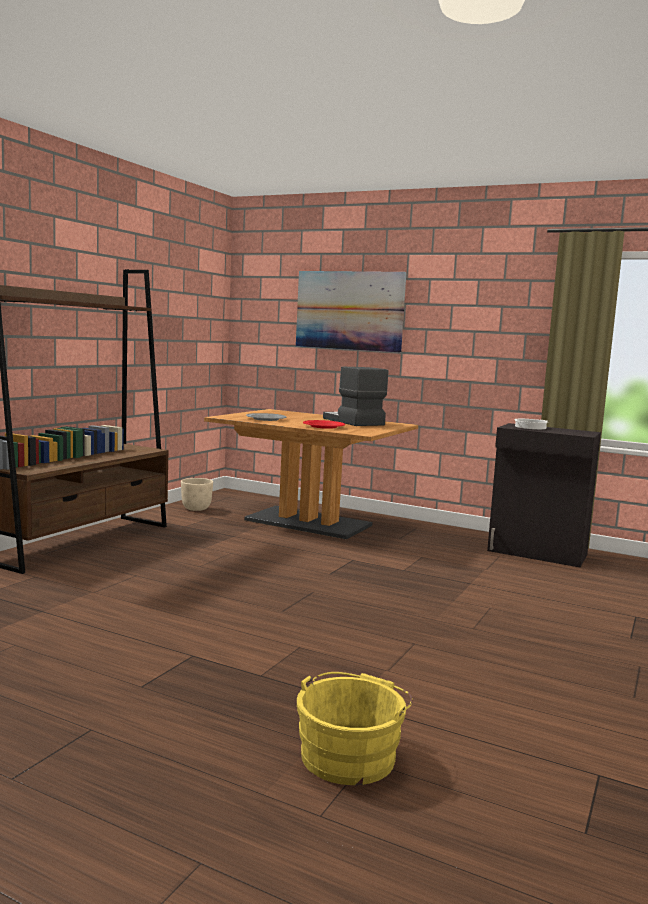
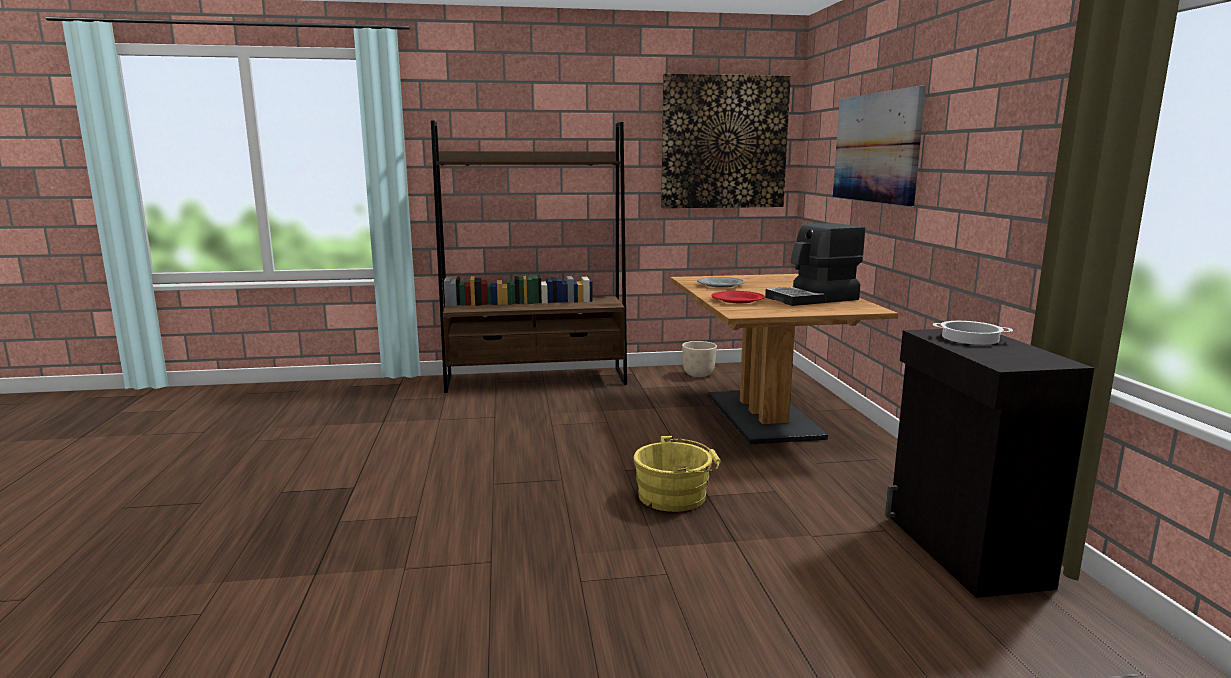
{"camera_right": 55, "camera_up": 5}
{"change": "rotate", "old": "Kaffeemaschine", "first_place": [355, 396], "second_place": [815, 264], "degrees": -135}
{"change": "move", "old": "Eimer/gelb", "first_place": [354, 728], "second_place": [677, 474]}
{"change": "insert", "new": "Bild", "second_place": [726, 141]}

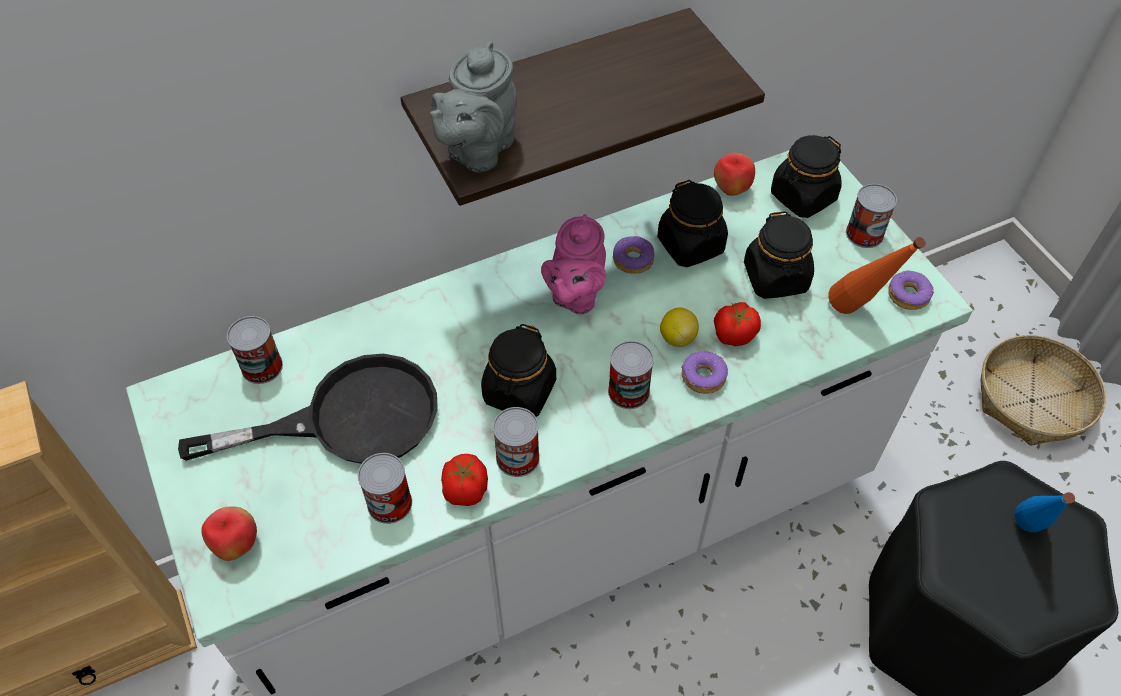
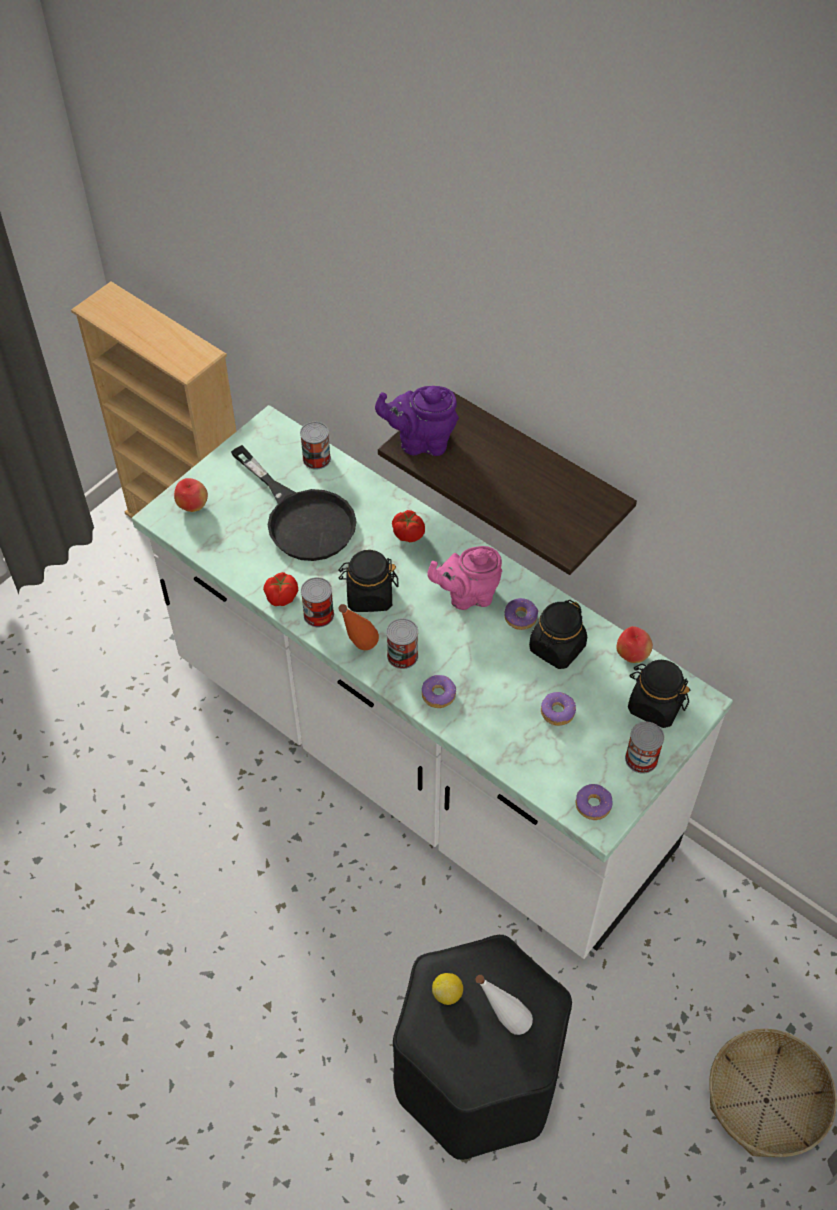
{"camera_right": 65, "camera_up": 0}
{"change": "recolor", "old": "Teekanne/grau", "new": "Teekanne/lila", "first_place": [473, 106], "second_place": [417, 421]}
{"change": "replace", "old": "Vorratsglas/schwarz", "new": "Donut", "first_place": [779, 255], "second_place": [558, 709]}
{"change": "move", "old": "Flasche/orange", "first_place": [877, 275], "second_place": [358, 627]}
{"change": "move", "old": "Tomate", "first_place": [737, 324], "second_place": [408, 526]}
{"change": "move", "old": "Zitrone", "first_place": [679, 327], "second_place": [447, 989]}
{"change": "delete", "old": "Dose", "first_place": [385, 488]}
{"change": "recolor", "old": "Flasche/blau", "new": "Flasche/weiß", "first_place": [1044, 512], "second_place": [504, 1005]}

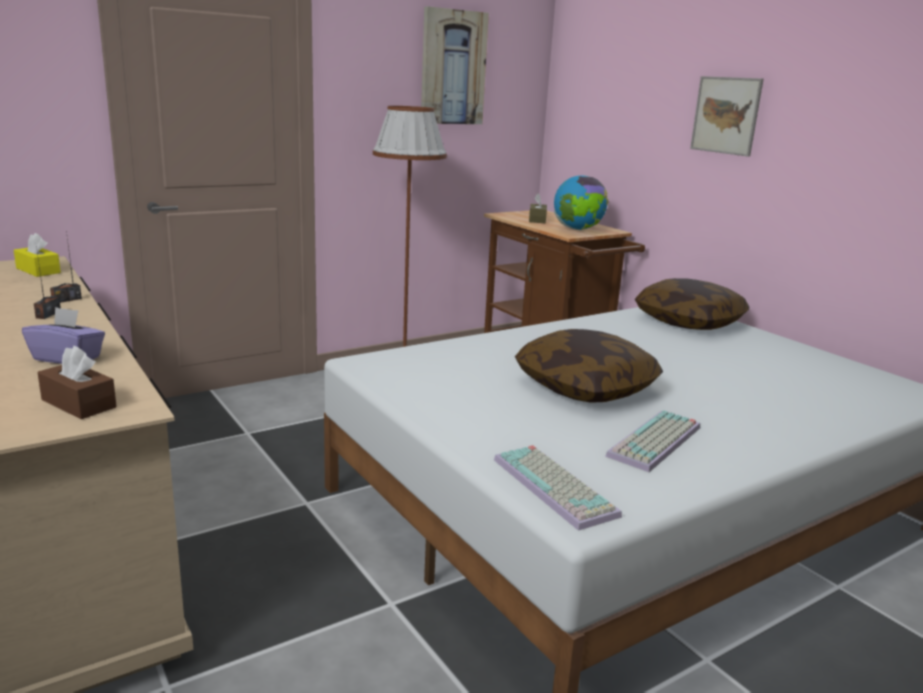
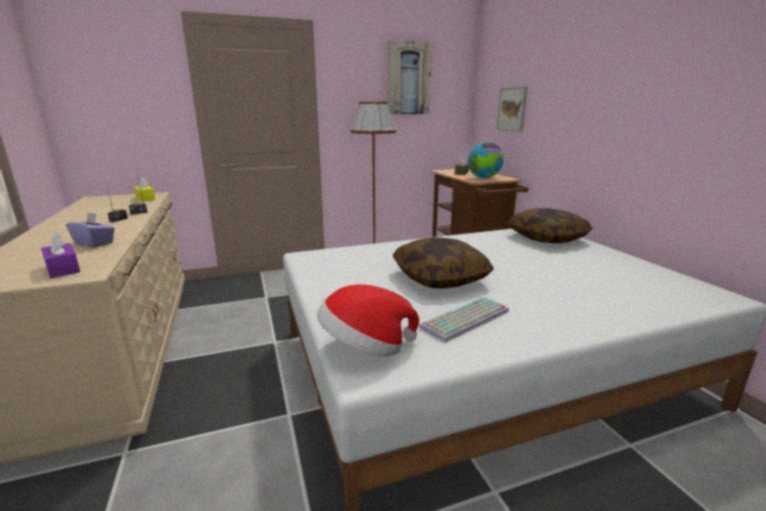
{"camera_right": 15, "camera_up": 0}
{"change": "move", "old": "Bild", "first_place": [727, 116], "second_place": [512, 109]}
{"change": "recolor", "old": "Taschentuchbox/braun", "new": "Taschentuchbox/lila", "first_place": [77, 382], "second_place": [60, 255]}
{"change": "replace", "old": "Tastatur", "new": "Hut", "first_place": [558, 488], "second_place": [368, 320]}

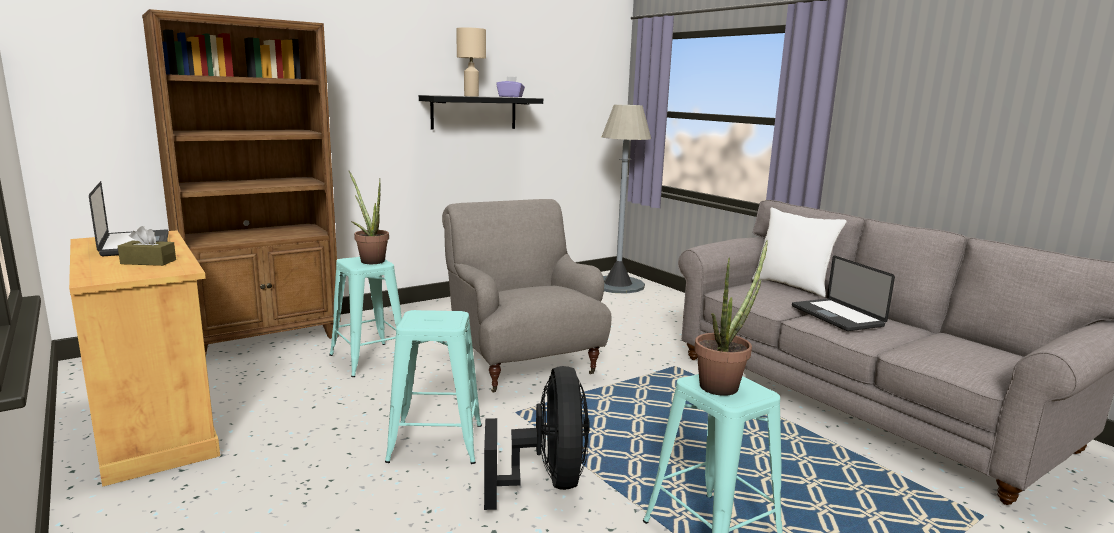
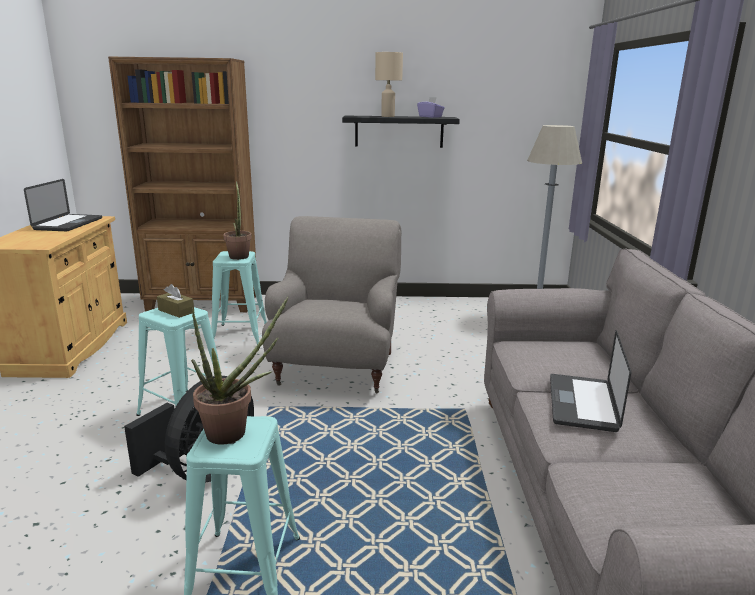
{"camera_right": 35, "camera_up": 5}
{"change": "delete", "old": "Kissen/weiß", "first_place": [799, 252]}
{"change": "move", "old": "Taschentuchbox/braun", "first_place": [147, 246], "second_place": [175, 301]}

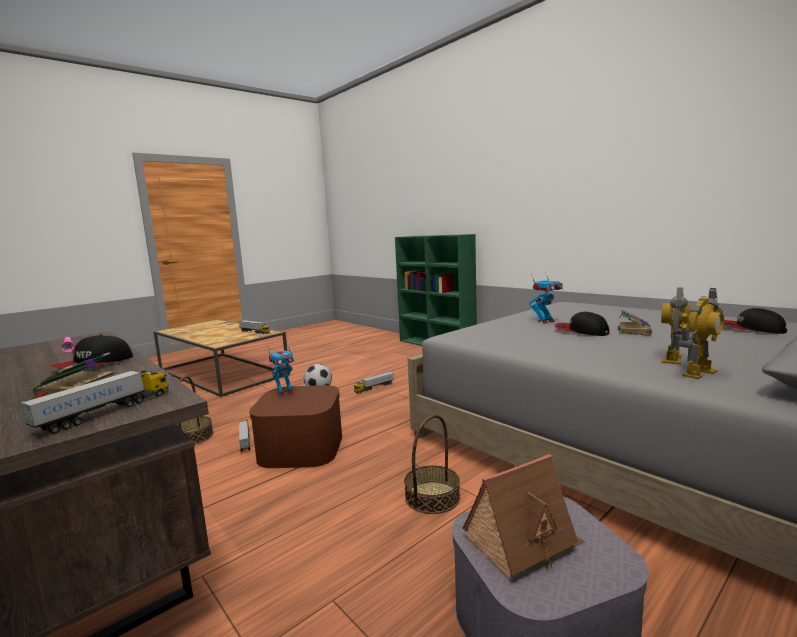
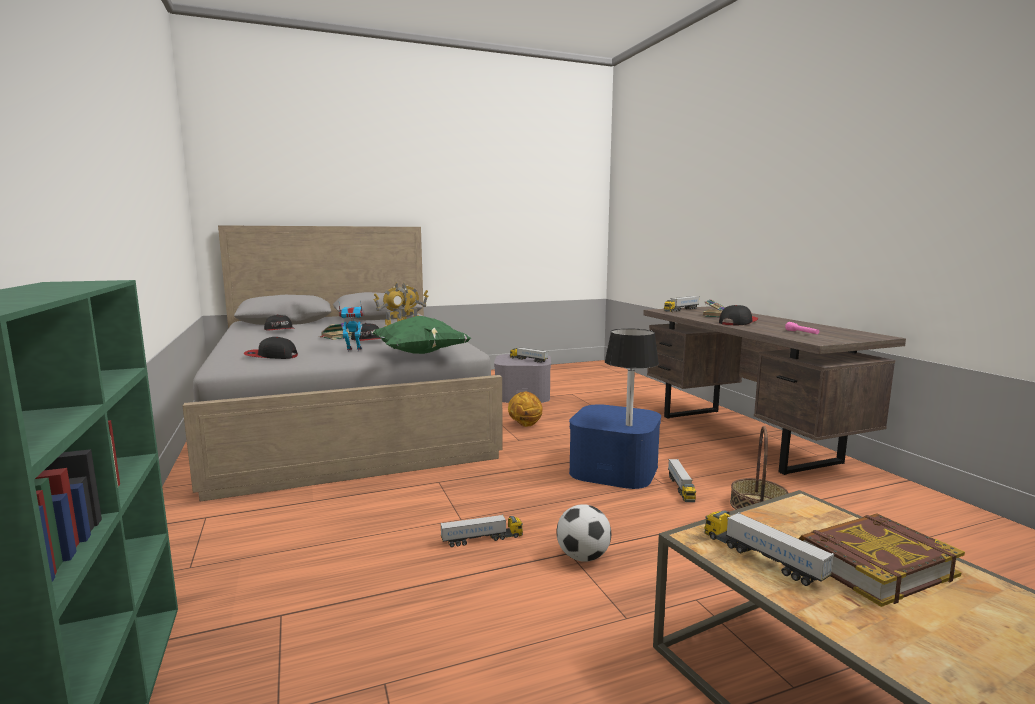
{"camera_right": -160, "camera_up": 0}
{"change": "replace", "old": "Spielzeugroboter", "new": "Tischlampe/schwarz", "first_place": [281, 369], "second_place": [632, 377]}
{"change": "recolor", "old": "Aufbewahrungsbox/braun", "new": "Aufbewahrungsbox/blau", "first_place": [295, 426], "second_place": [615, 446]}
{"change": "replace", "old": "Korb", "new": "Basketball", "first_place": [432, 464], "second_place": [525, 409]}
{"change": "replace", "old": "Spielzeughaus", "new": "Spielzeuglaster", "first_place": [523, 517], "second_place": [529, 355]}
{"change": "insert", "new": "Kissen/grün", "second_place": [421, 335]}
{"change": "insert", "new": "Kappe", "second_place": [270, 348]}
{"change": "insert", "new": "Buch", "second_place": [881, 560]}

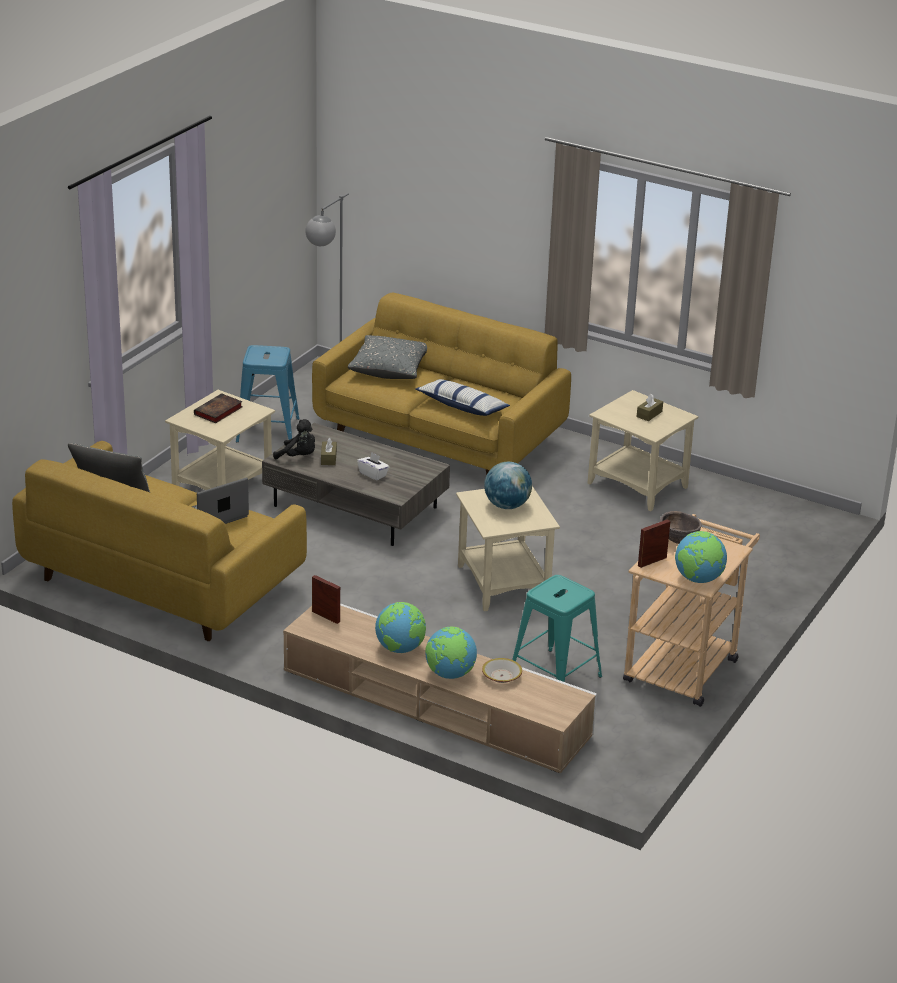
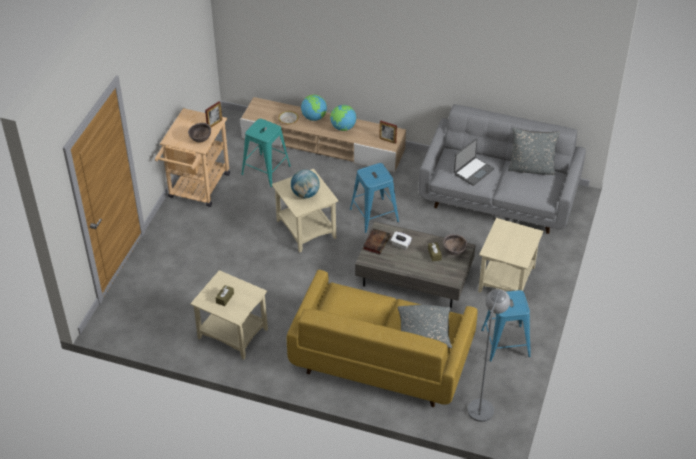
{"camera_right": 170, "camera_up": 15}
{"change": "delete", "old": "Kissen", "first_place": [462, 397]}
{"change": "move", "old": "Buch", "first_place": [218, 408], "second_place": [377, 241]}
{"change": "replace", "old": "Plüschtier/schwarz", "new": "Schüssel/braun", "first_place": [294, 439], "second_place": [455, 244]}
{"change": "recolor", "old": "Sofa/gelb", "new": "Sofa/grau", "first_place": [159, 541], "second_place": [502, 169]}
{"change": "delete", "old": "Globus", "first_place": [701, 557]}
{"change": "insert", "new": "Hocker/blau", "second_place": [374, 198]}

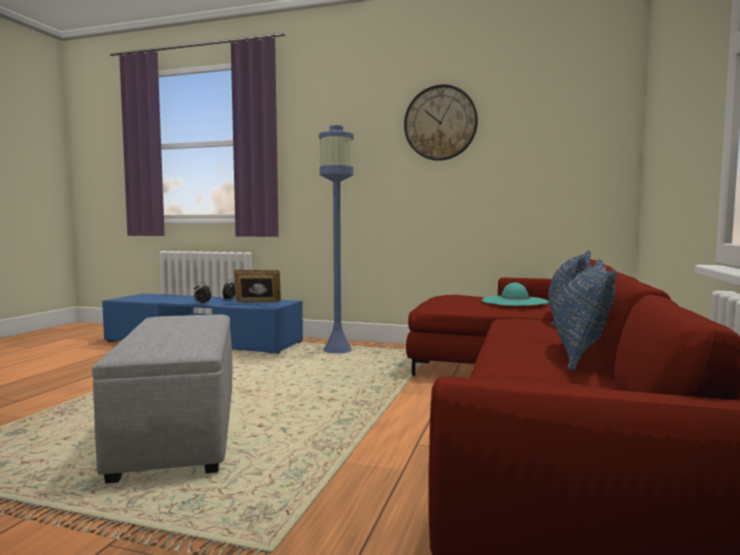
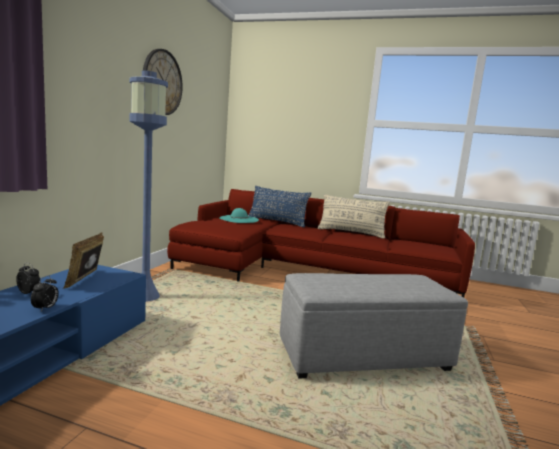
{"camera_right": -90, "camera_up": 5}
{"change": "recolor", "old": "Kissen/blau", "new": "Kissen/beige", "first_place": [586, 315], "second_place": [354, 216]}

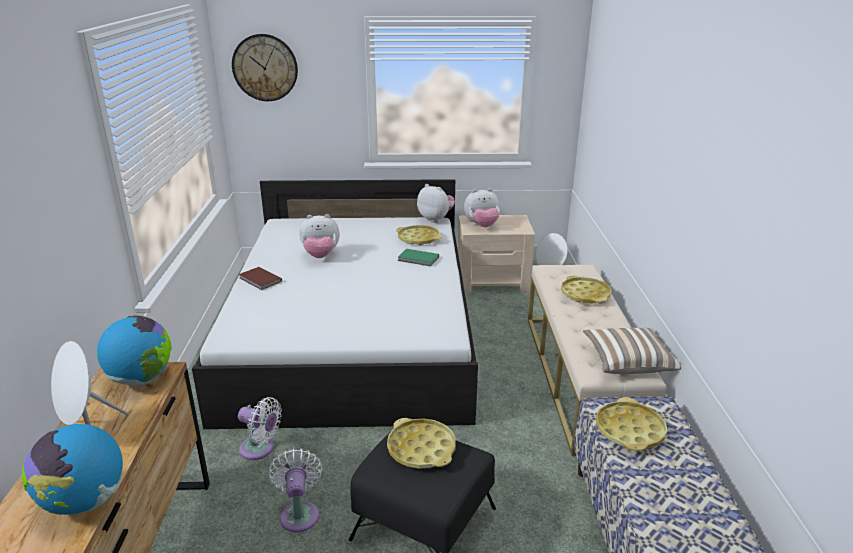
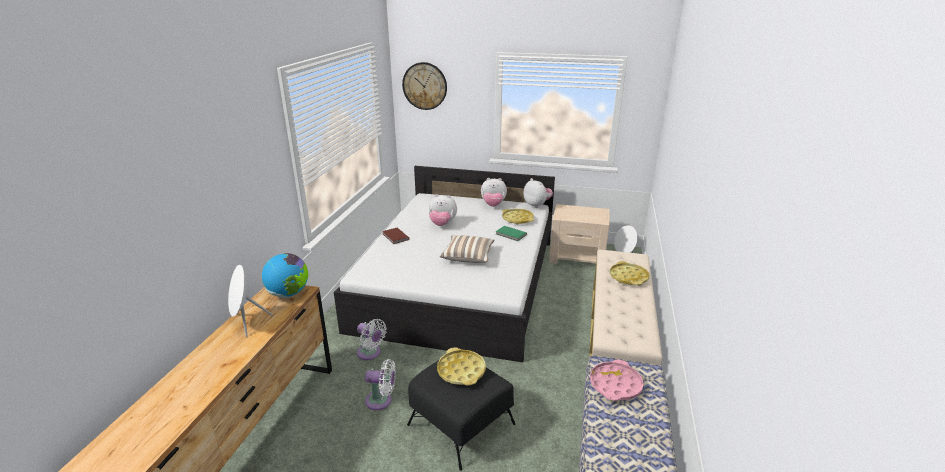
{"camera_right": 15, "camera_up": 0}
{"change": "move", "old": "Plüschtier", "first_place": [482, 207], "second_place": [494, 192]}
{"change": "move", "old": "Kissen", "first_place": [632, 351], "second_place": [467, 249]}
{"change": "recolor", "old": "Tablett/gelb", "new": "Tablett/rosa", "first_place": [631, 424], "second_place": [617, 380]}
{"change": "delete", "old": "Globus", "first_place": [72, 469]}
{"change": "rotate", "old": "Ventilator/weiß", "first_place": [295, 491], "second_place": [380, 384], "degrees": 90}

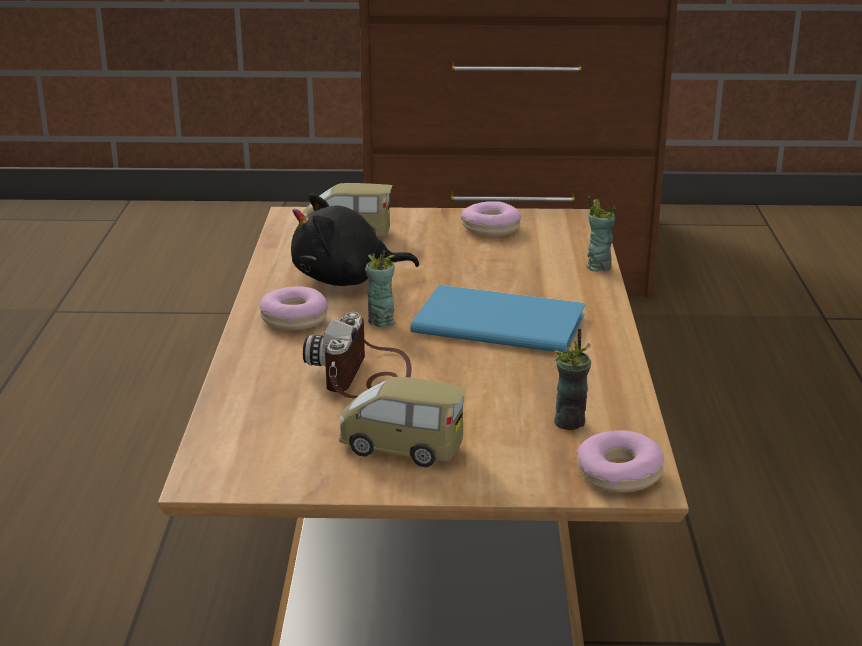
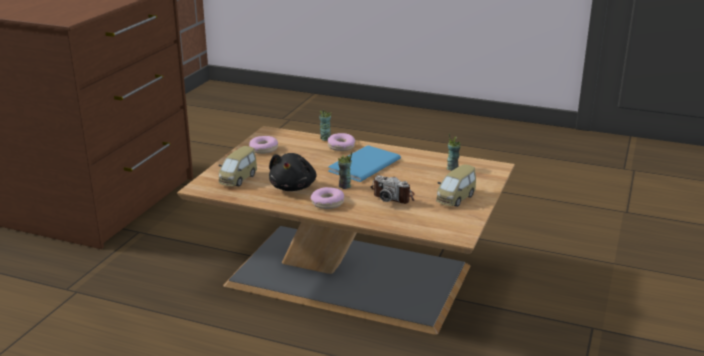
{"camera_right": -70, "camera_up": 0}
{"change": "move", "old": "Donut", "first_place": [620, 461], "second_place": [341, 142]}

